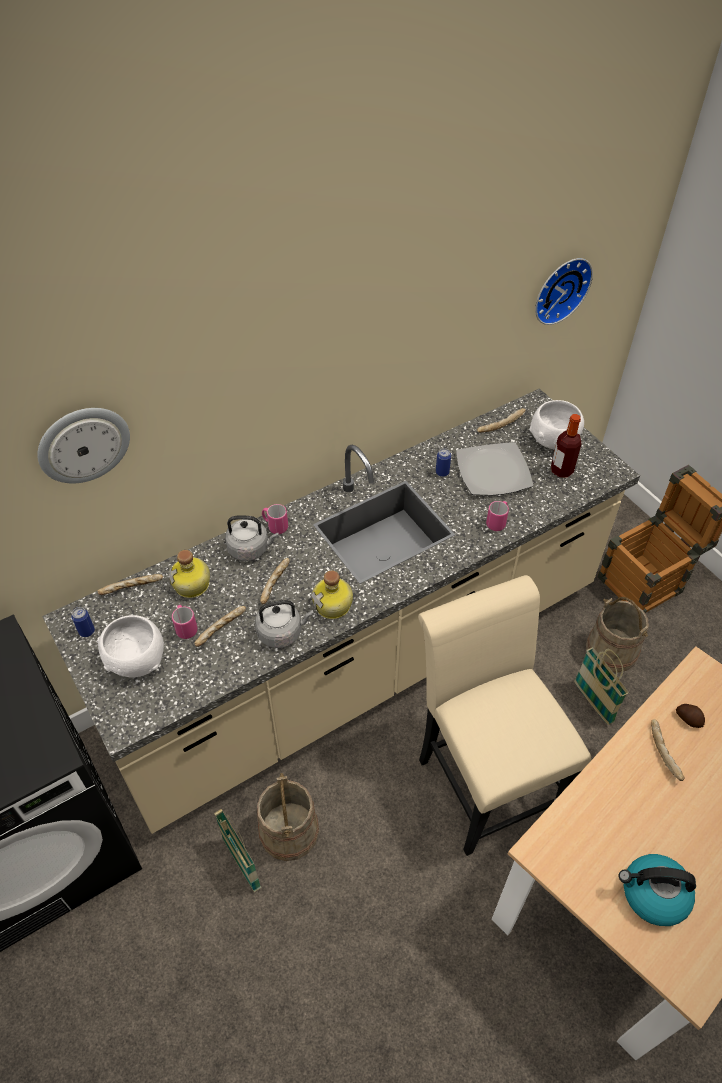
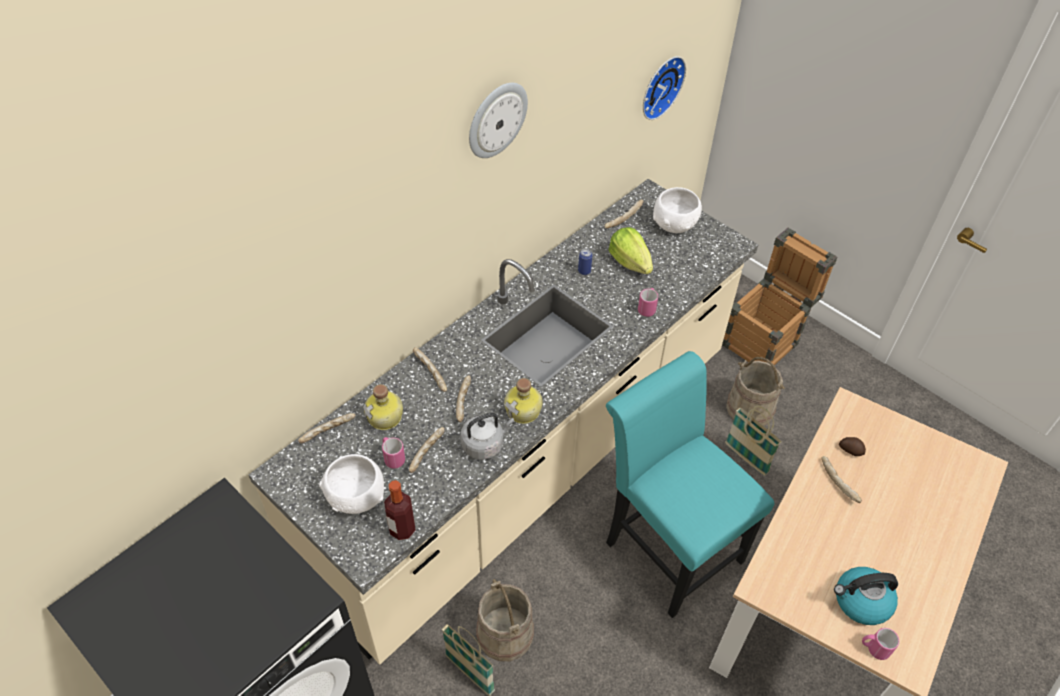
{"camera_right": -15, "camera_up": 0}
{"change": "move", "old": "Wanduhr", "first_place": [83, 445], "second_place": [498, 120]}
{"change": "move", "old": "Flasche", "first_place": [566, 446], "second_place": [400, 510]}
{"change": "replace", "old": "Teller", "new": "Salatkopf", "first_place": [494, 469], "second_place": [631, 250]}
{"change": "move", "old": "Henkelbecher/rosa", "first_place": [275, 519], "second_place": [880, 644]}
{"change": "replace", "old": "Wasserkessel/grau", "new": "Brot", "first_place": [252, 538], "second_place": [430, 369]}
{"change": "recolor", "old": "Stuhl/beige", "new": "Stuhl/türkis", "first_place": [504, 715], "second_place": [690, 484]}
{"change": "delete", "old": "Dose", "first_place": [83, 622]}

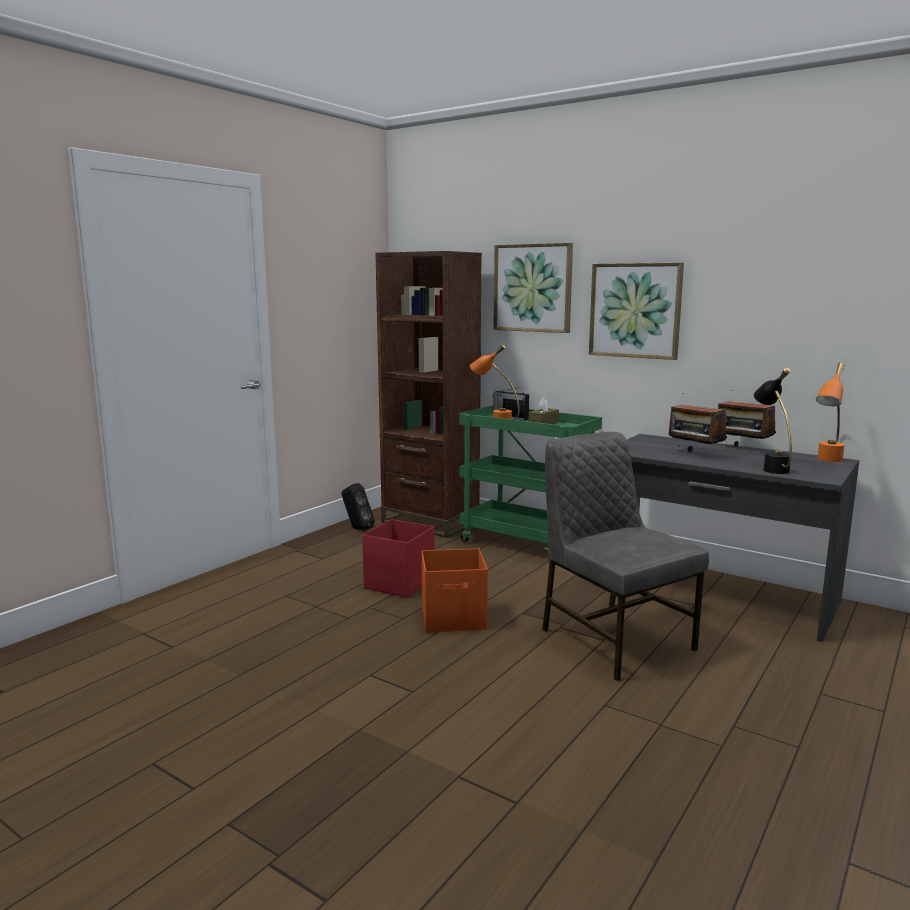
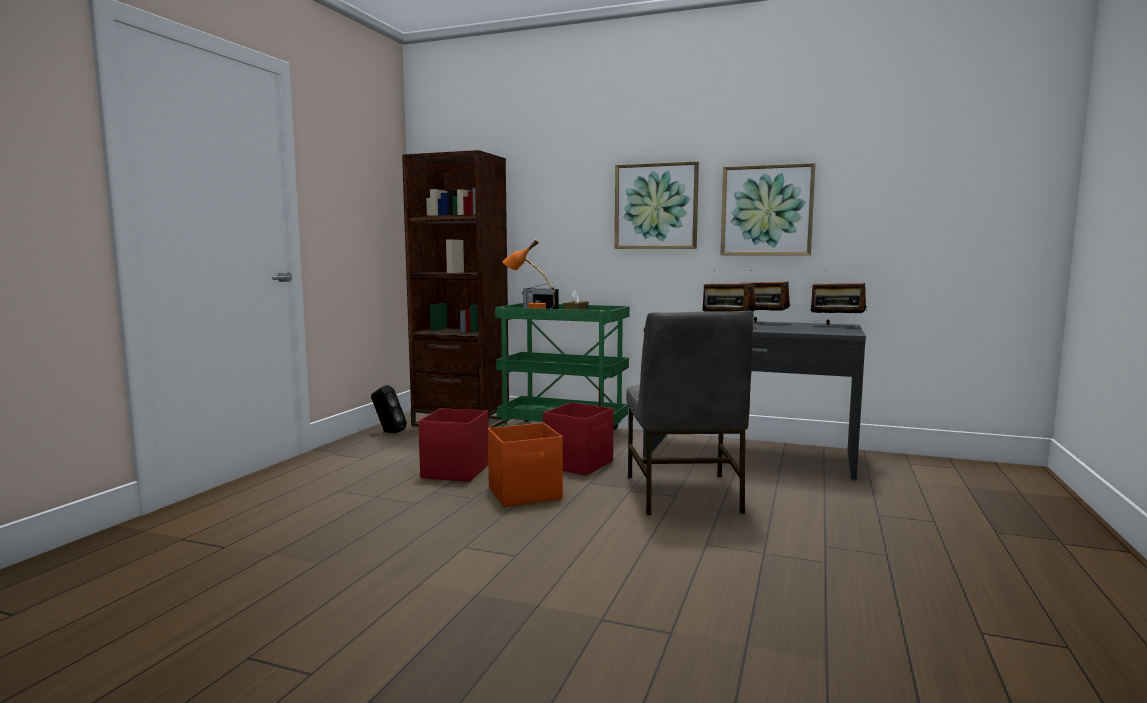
{"camera_right": -15, "camera_up": -5}
{"change": "move", "old": "Bild", "first_place": [533, 288], "second_place": [767, 209]}
{"change": "replace", "old": "Tischlampe/orange", "new": "Radio", "first_place": [830, 412], "second_place": [838, 298]}
{"change": "delete", "old": "Tischlampe/schwarz", "first_place": [773, 421]}
{"change": "rotate", "old": "Stuhl/grau", "first_place": [625, 556], "second_place": [690, 413], "degrees": -135}
{"change": "insert", "new": "Aufbewahrungsbox/rot", "second_place": [578, 438]}

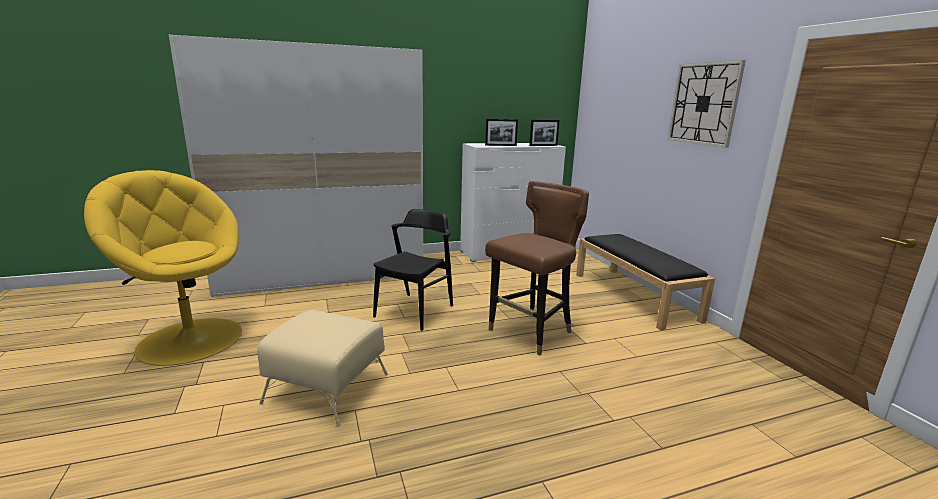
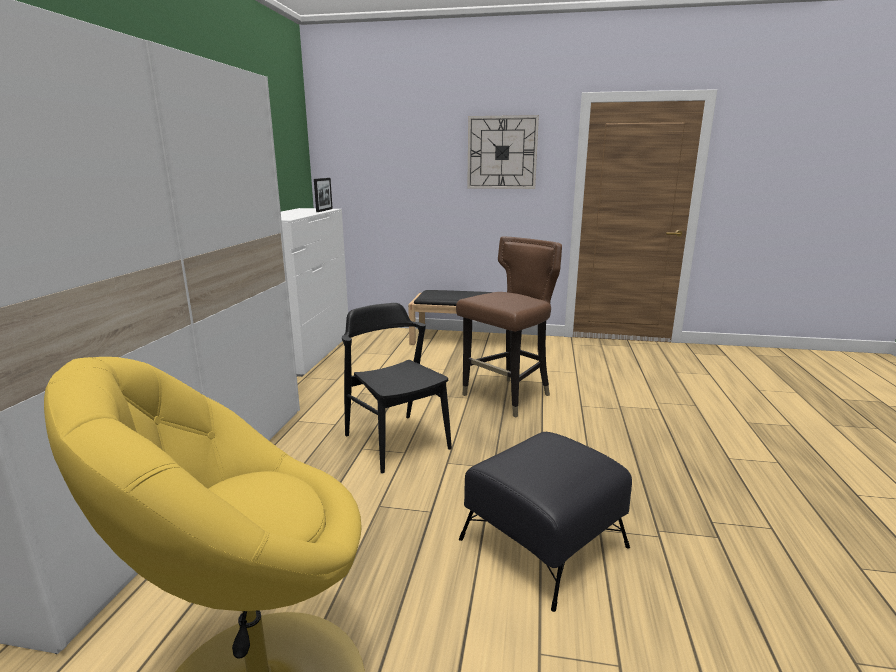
{"camera_right": -60, "camera_up": 0}
{"change": "delete", "old": "Bilderrahmen", "first_place": [501, 132]}
{"change": "rotate", "old": "Stuhl/braun", "first_place": [537, 268], "second_place": [509, 327], "degrees": 60}
{"change": "recolor", "old": "Polsterhocker/beige", "new": "Polsterhocker/schwarz", "first_place": [322, 368], "second_place": [545, 522]}

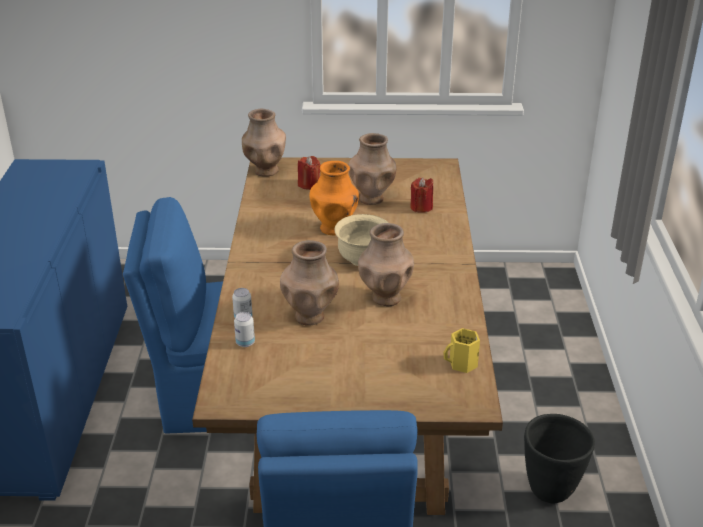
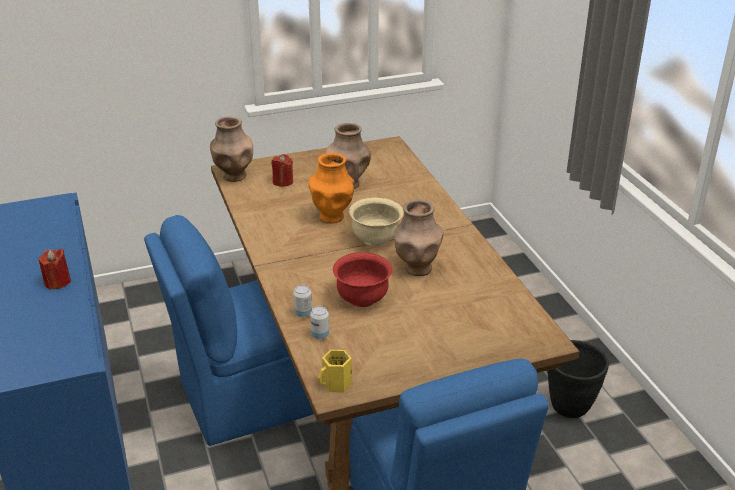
{"camera_right": -20, "camera_up": 0}
{"change": "move", "old": "Kerze/rot", "first_place": [421, 195], "second_place": [54, 269]}
{"change": "replace", "old": "Vase/braun", "new": "Schüssel/rot", "first_place": [309, 283], "second_place": [362, 279]}
{"change": "move", "old": "Henkelbecher/gelb", "first_place": [461, 350], "second_place": [335, 371]}

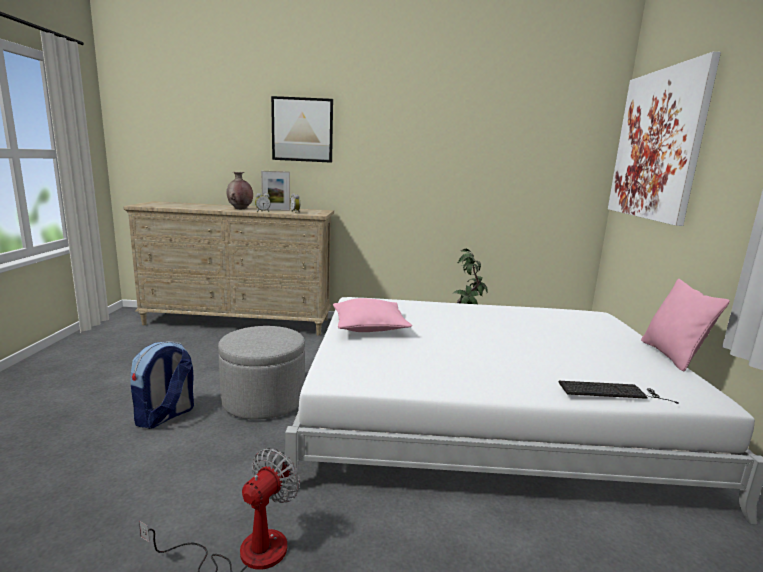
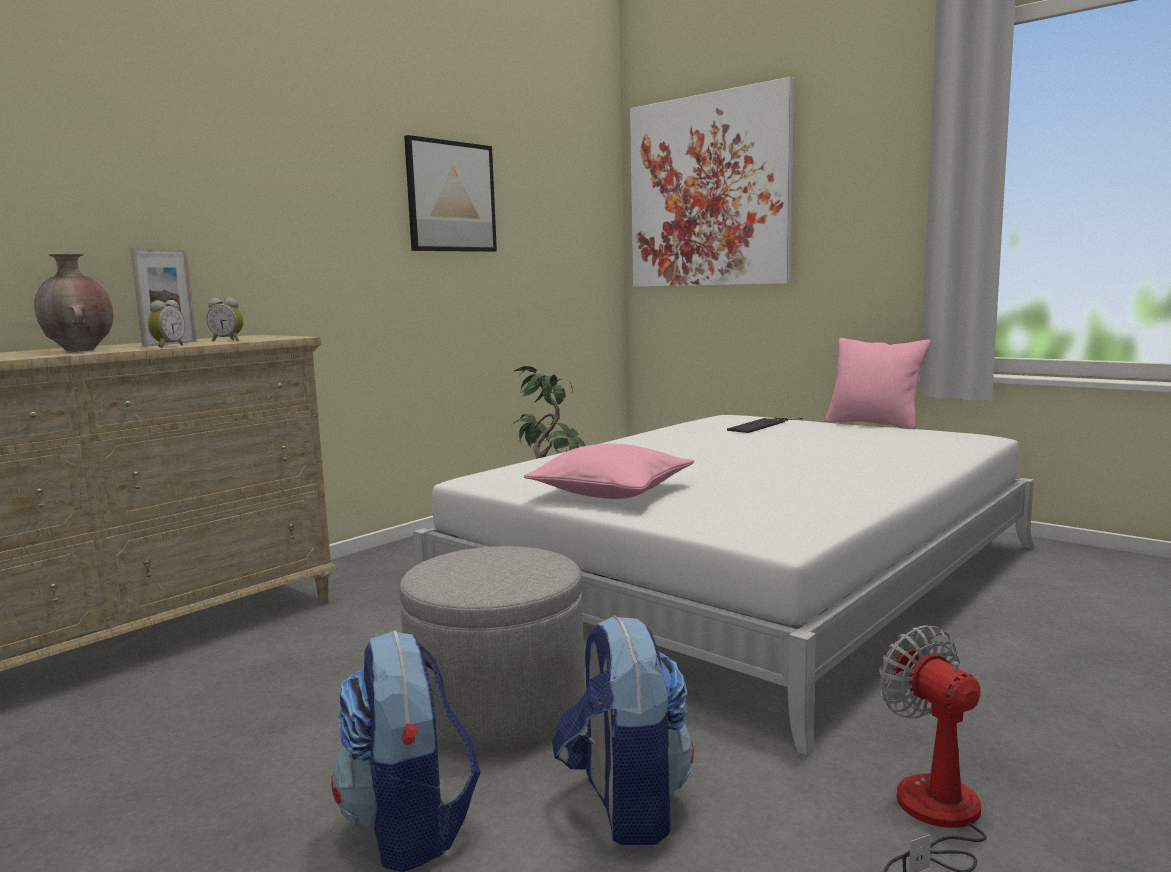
{"camera_right": -50, "camera_up": -5}
{"change": "move", "old": "Bild", "first_place": [302, 129], "second_place": [450, 193]}
{"change": "move", "old": "Tastatur", "first_place": [618, 392], "second_place": [765, 425]}
{"change": "insert", "new": "Rucksack", "second_place": [623, 730]}

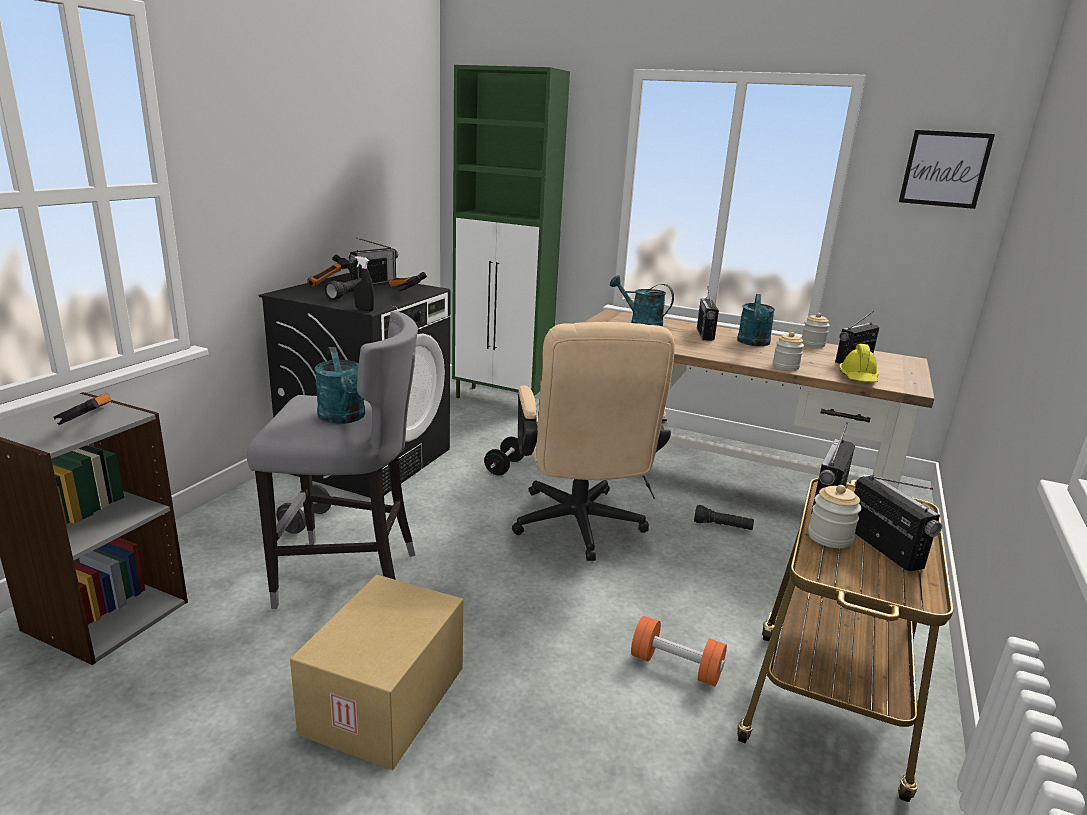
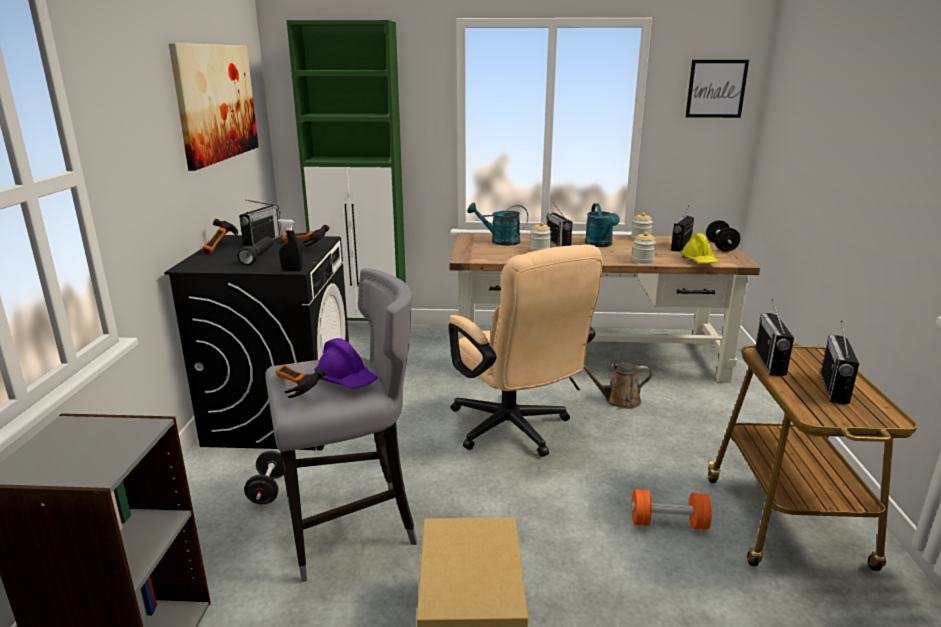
{"camera_right": -20, "camera_up": 0}
{"change": "replace", "old": "Gießkanne/türkis", "new": "Schutzhelm/lila", "first_place": [339, 385], "second_place": [346, 363]}
{"change": "move", "old": "Hammer", "first_place": [82, 409], "second_place": [301, 381]}
{"change": "move", "old": "Hantel/schwarz", "first_place": [504, 456], "second_place": [723, 236]}
{"change": "rotate", "old": "Radio", "first_place": [898, 523], "second_place": [840, 362], "degrees": -120}
{"change": "move", "old": "Vorratsglas", "first_place": [834, 516], "second_place": [541, 236]}
{"change": "replace", "old": "Taschenlampe/schwarz", "new": "Gießkanne/braun", "first_place": [724, 517], "second_place": [618, 385]}
{"change": "insert", "new": "Bild", "second_place": [214, 107]}

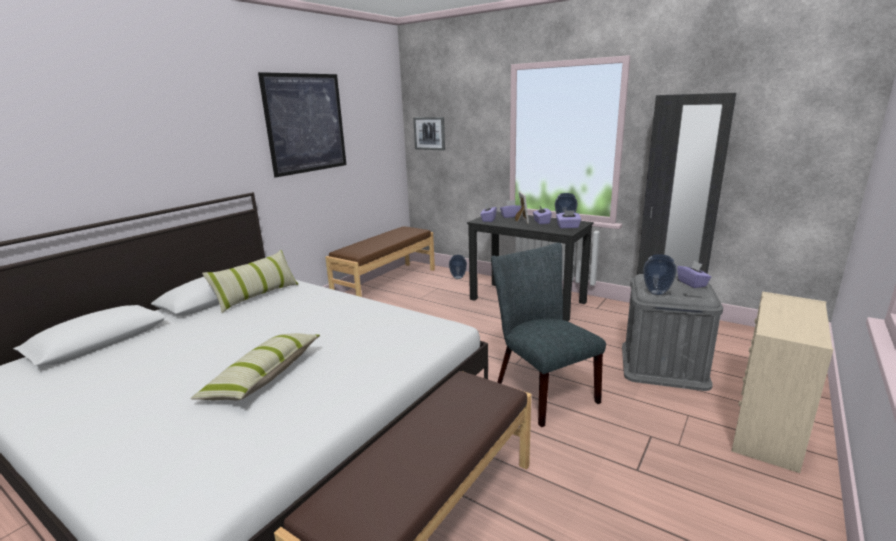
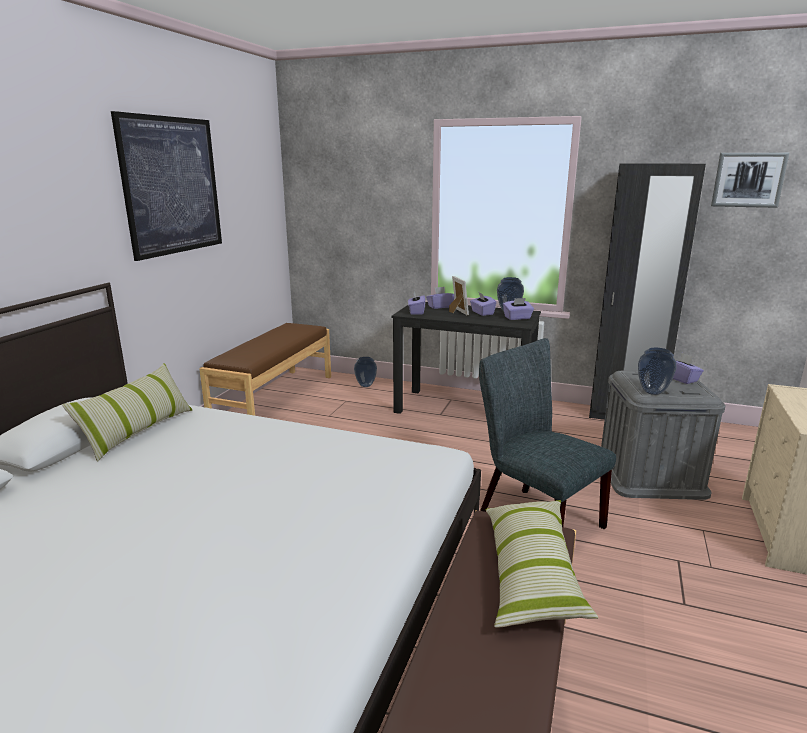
{"camera_right": -15, "camera_up": 0}
{"change": "move", "old": "Bild", "first_place": [429, 133], "second_place": [750, 180]}
{"change": "move", "old": "Kissen", "first_place": [255, 366], "second_place": [541, 564]}

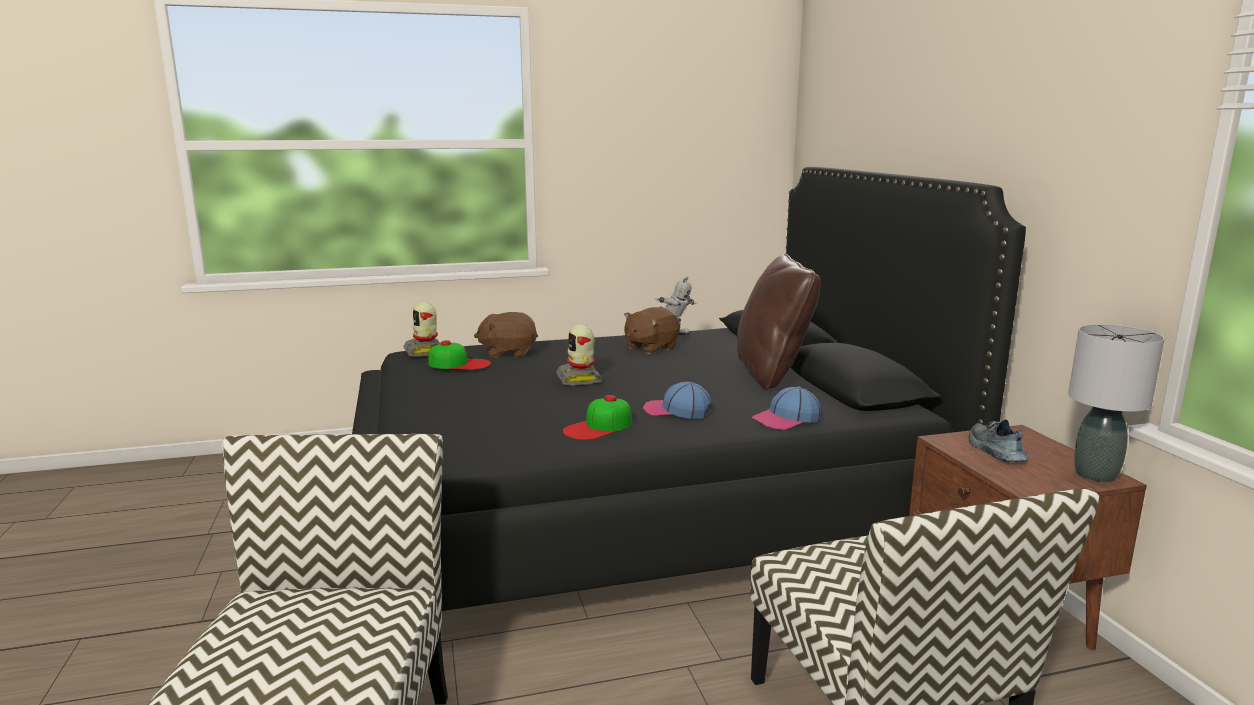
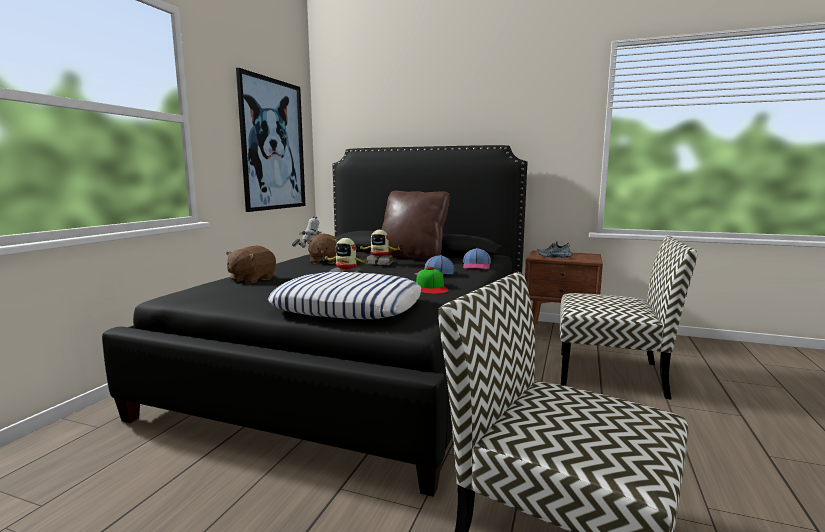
{"camera_right": -55, "camera_up": -5}
{"change": "move", "old": "Spielzeugroboter", "first_place": [421, 329], "second_place": [379, 247]}
{"change": "delete", "old": "Tischlampe/grau", "first_place": [1116, 403]}
{"change": "delete", "old": "Kappe", "first_place": [459, 355]}
{"change": "insert", "new": "Bild", "second_place": [270, 140]}
{"change": "insert", "new": "Kissen", "second_place": [344, 295]}

